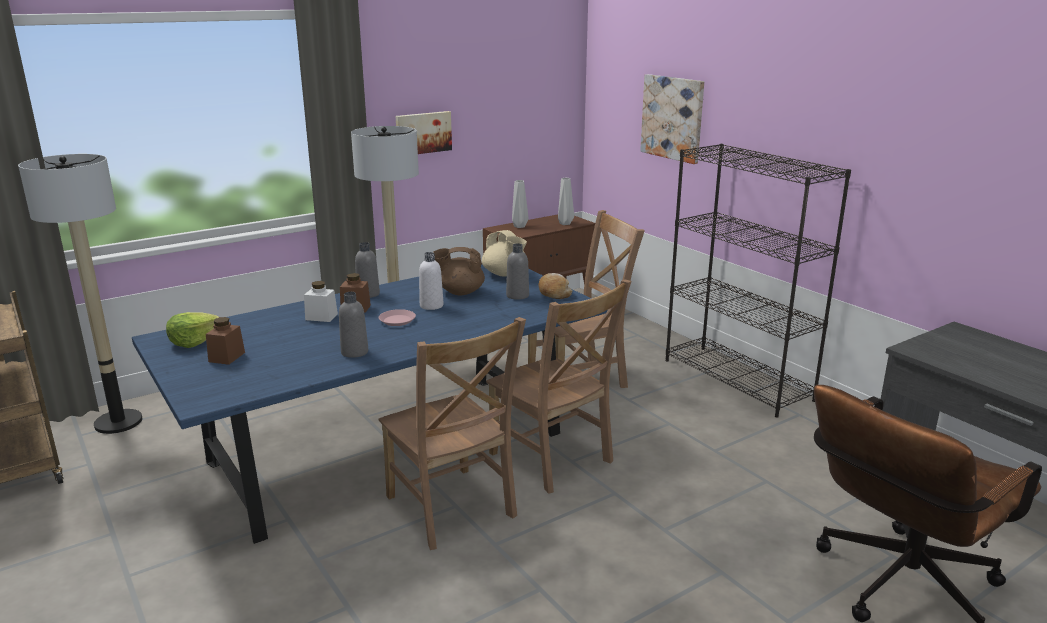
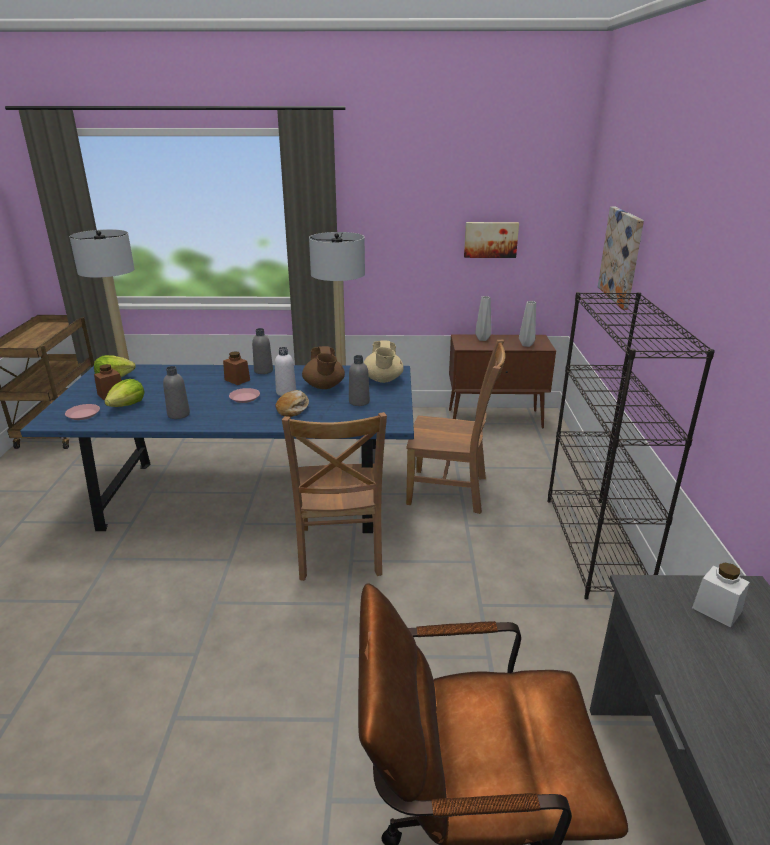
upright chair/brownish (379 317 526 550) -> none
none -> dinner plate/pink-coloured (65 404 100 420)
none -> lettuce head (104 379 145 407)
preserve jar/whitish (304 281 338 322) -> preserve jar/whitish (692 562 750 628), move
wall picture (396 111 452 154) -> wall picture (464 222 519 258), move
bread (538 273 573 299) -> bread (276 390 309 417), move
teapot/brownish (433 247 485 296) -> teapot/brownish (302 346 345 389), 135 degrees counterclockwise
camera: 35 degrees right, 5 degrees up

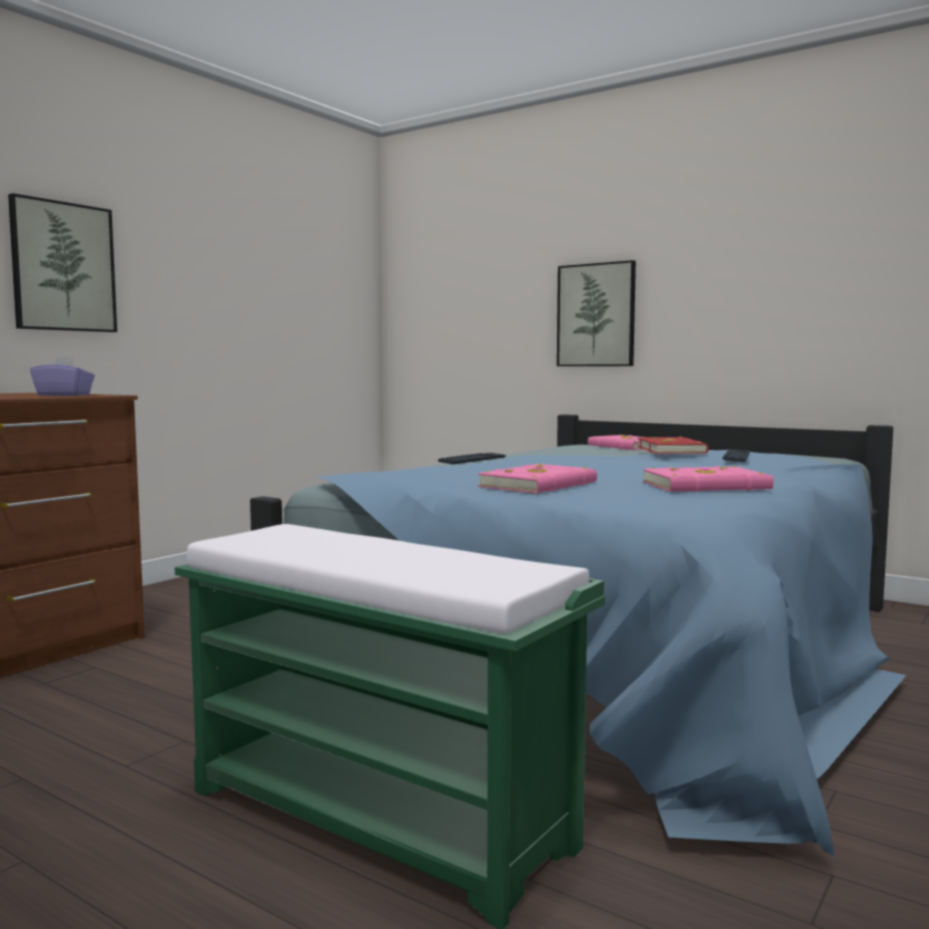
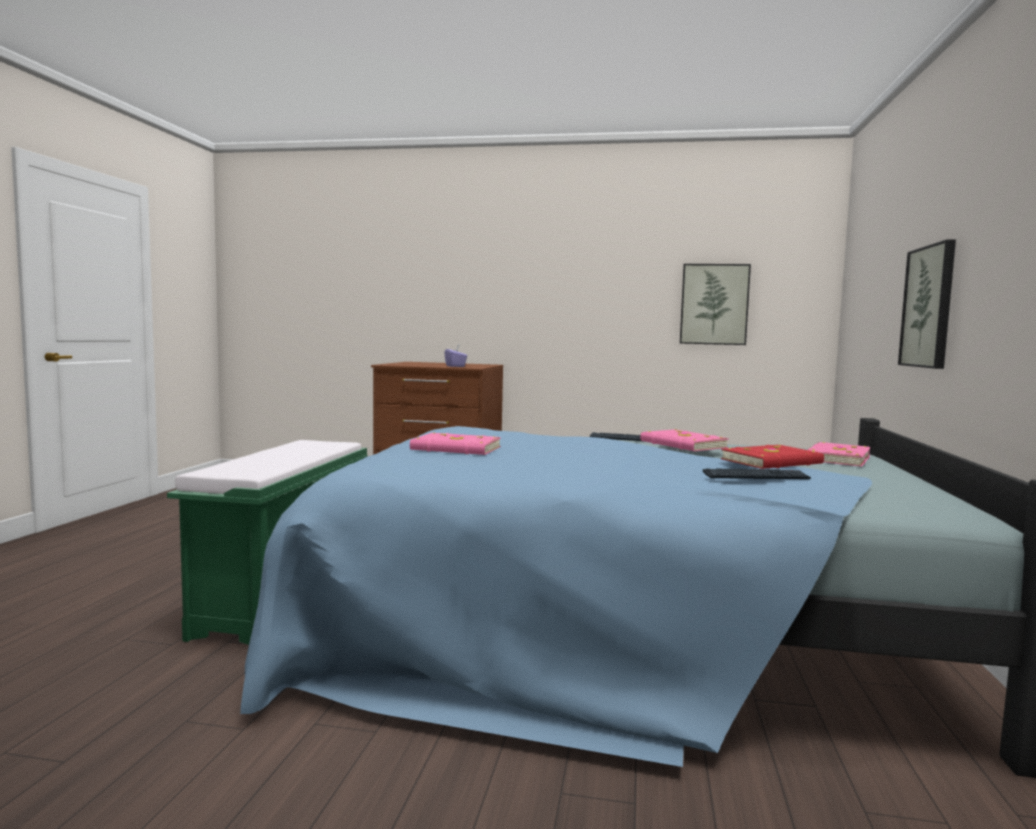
wall picture (8 193 117 332) -> wall picture (680 264 751 345), move
bound book/pink-coloured (642 466 774 492) -> bound book/pink-coloured (640 429 729 451), move
camera: 65 degrees right, 0 degrees up

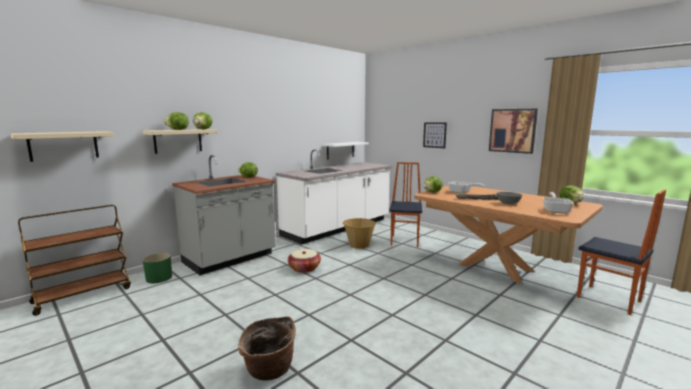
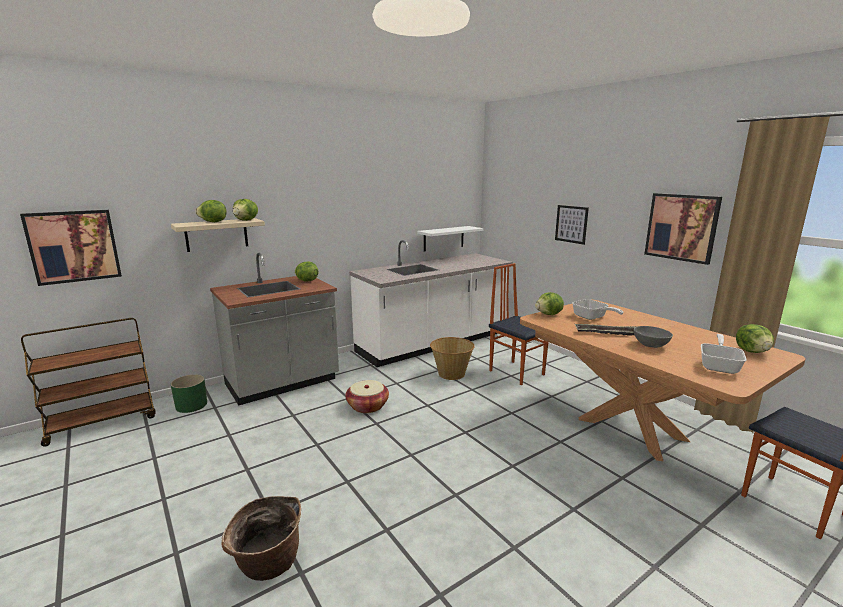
bracket shelf/beige-coloured (11 131 114 162) -> wall picture (20 210 122 286)
upright chair (389 162 422 247) -> upright chair (489 263 549 385), 60 degrees counterclockwise
camera: 10 degrees right, 5 degrees up

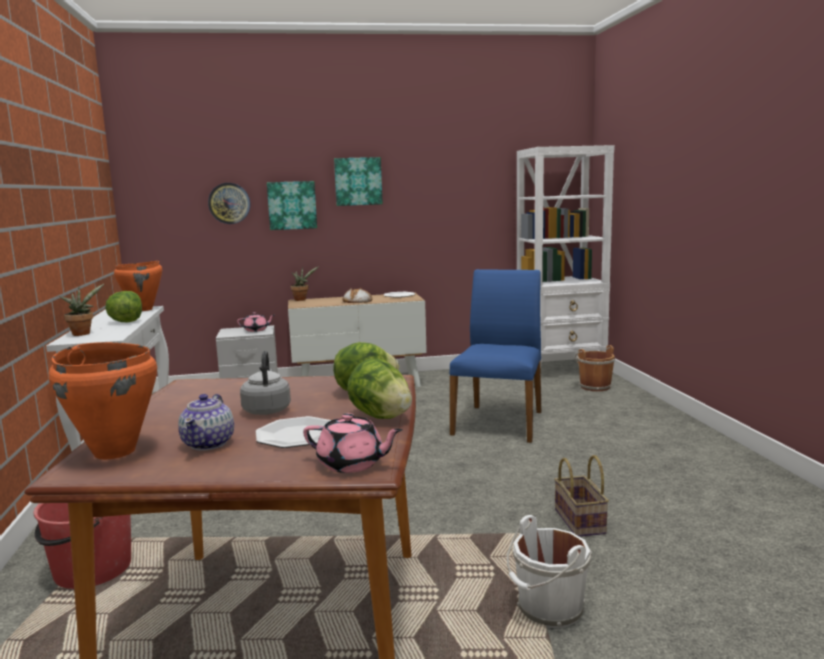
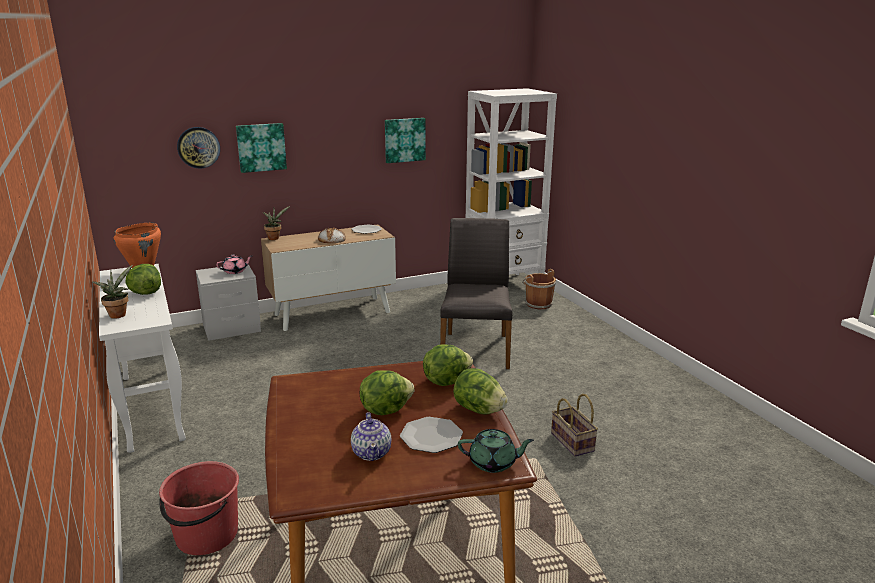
stockpot/orangey (49 342 157 459) -> none
pail/whitish (507 515 592 628) -> none
wall picture (334 157 383 206) -> wall picture (385 118 426 163), move
tea kettle/gray (240 351 291 415) -> lettuce head (360 370 414 415)
teapot/pink-coloured (303 413 403 473) -> teapot/green-coloured (458 429 534 473)
upright chair/blue (449 269 541 443) -> upright chair/gray (440 218 512 369)
camera: 15 degrees left, 10 degrees up

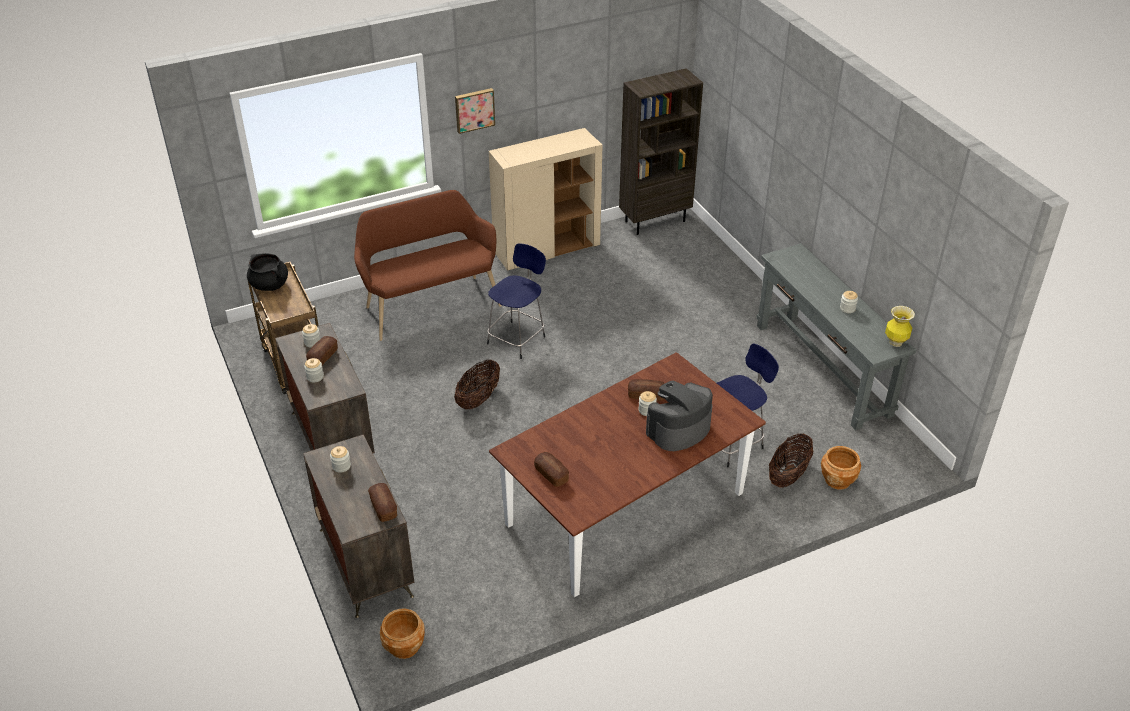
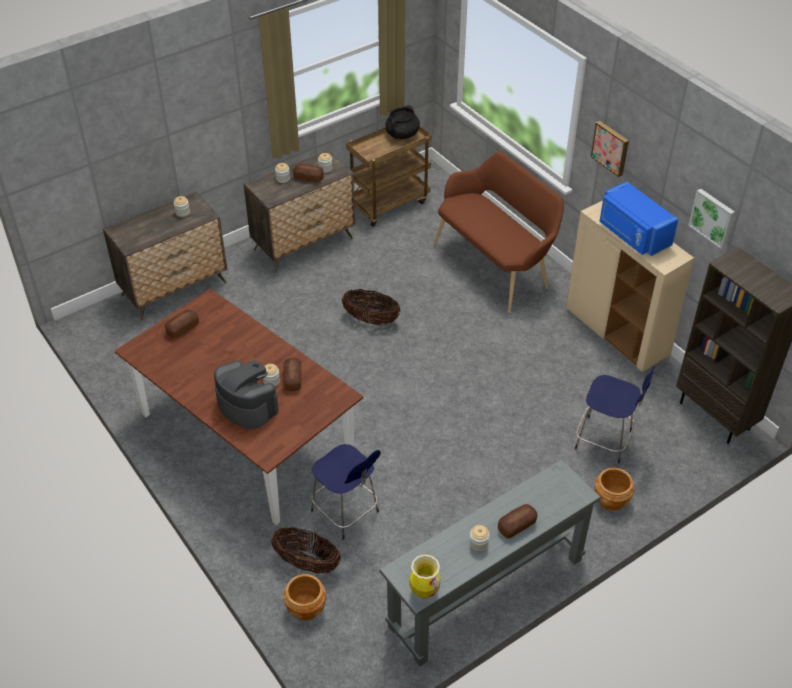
none -> microwave oven/blue (599 181 678 256)
none -> wall picture (688 189 735 249)
bread (368 483 397 522) -> bread (498 504 538 539), move
flower pot/brownish (380 609 425 659) -> flower pot/brownish (595 468 634 511), move
stool seat/blue (487 243 546 359) -> stool seat/blue (575 367 655 463), move
camera: 80 degrees right, 5 degrees up

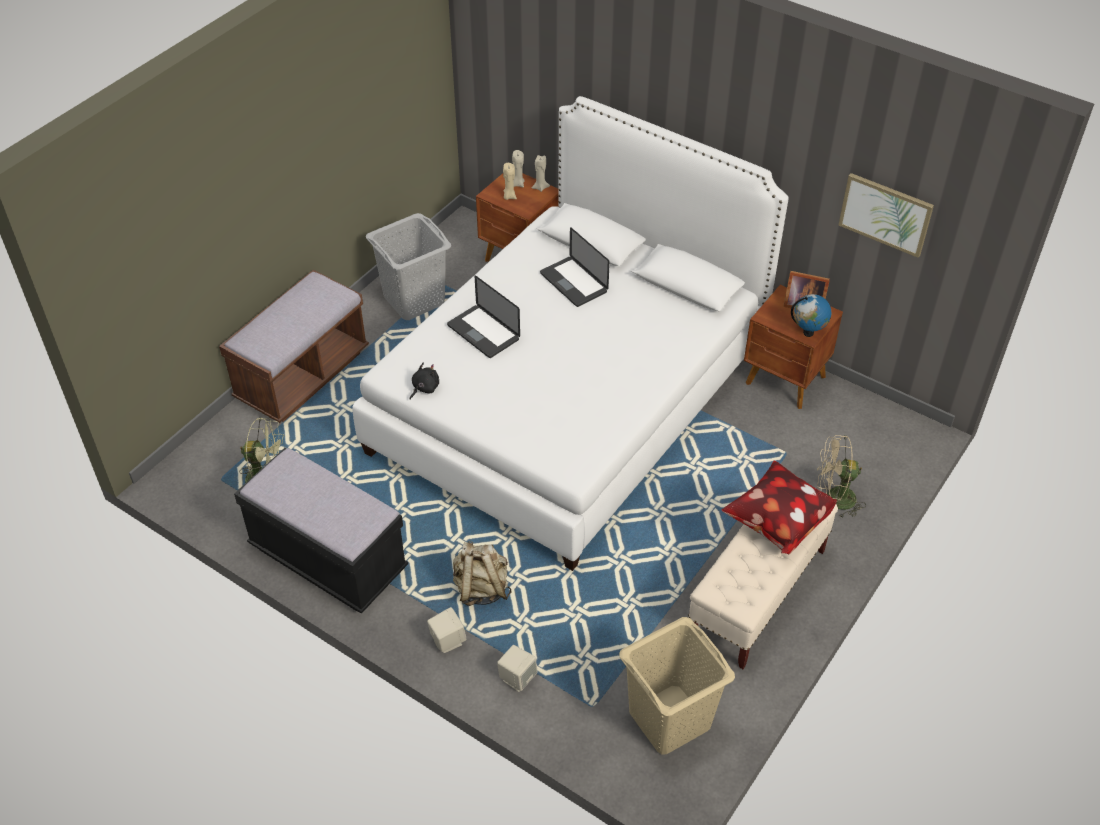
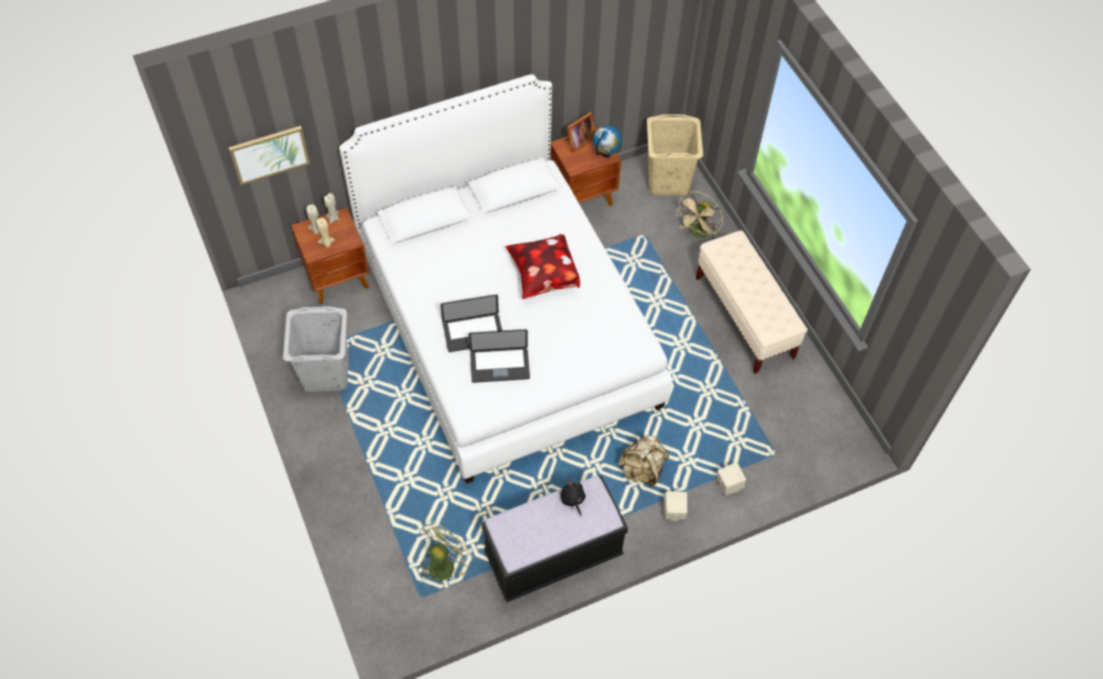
bench/brownish (219 270 369 423) -> none
soft toy/blackish (410 363 439 400) -> soft toy/blackish (561 480 586 516), move
notebook computer (540 227 610 307) -> notebook computer (468 329 530 383), move
washing basket/beige-coloured (619 617 735 754) -> washing basket/beige-coloured (647 114 703 195), move
cushion (721 460 837 554) -> cushion (506 234 580 299), move
wall picture (839 173 934 258) -> wall picture (228 126 310 185), move
camera: 60 degrees left, 10 degrees up

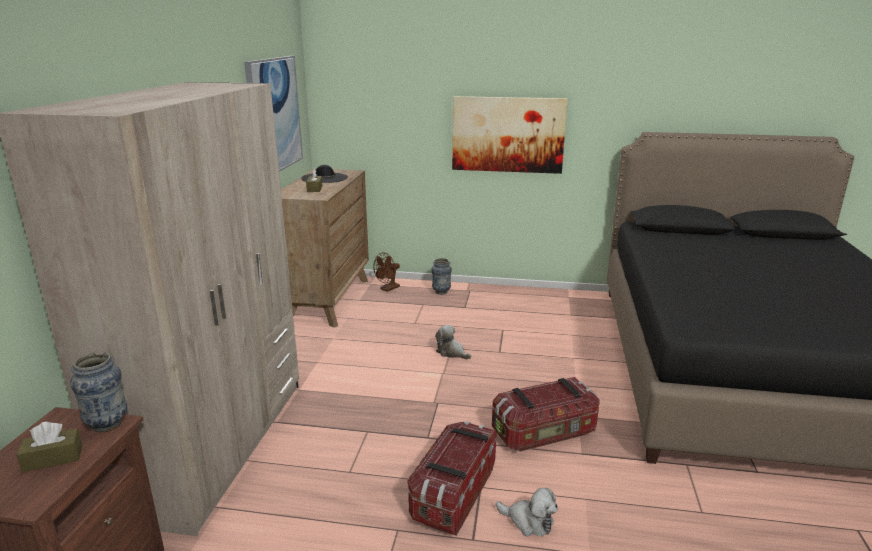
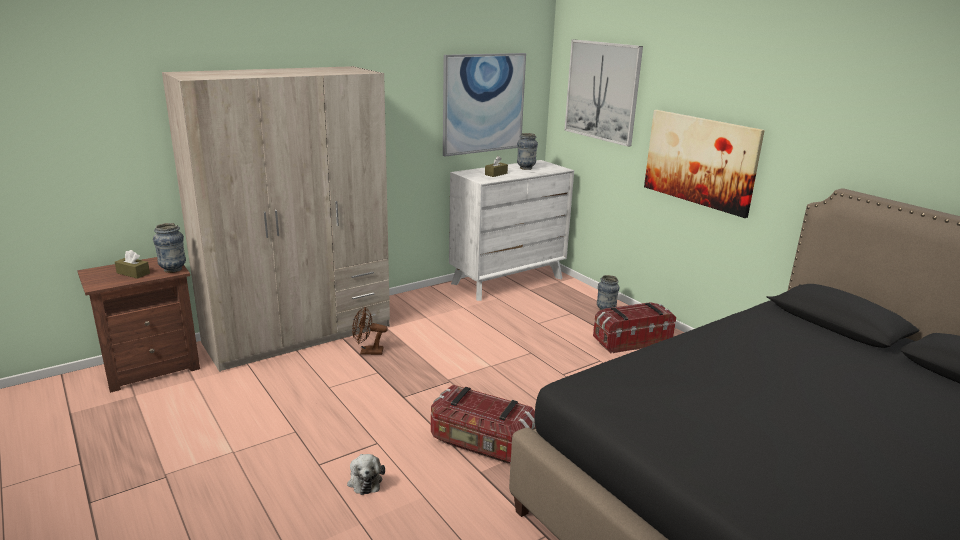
soft toy (435 325 471 359) -> none
none -> wall picture (564 40 643 147)
cooling fan/brownish (373 252 400 292) -> cooling fan/brownish (352 307 388 355), move
storage container (407 421 497 536) -> storage container (593 302 676 354), move
clothing hat/blackish (301 165 348 183) -> flower vase (517 133 538 170)
drawer chest/brownish (281 169 369 328) -> drawer chest/whitish (449 160 574 301)
camera: 45 degrees right, 0 degrees up

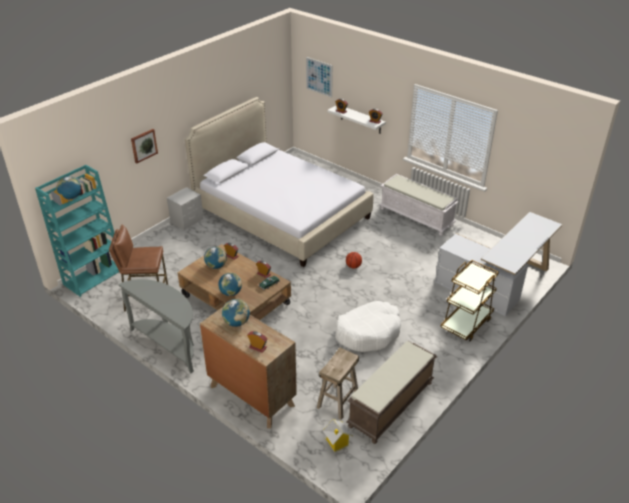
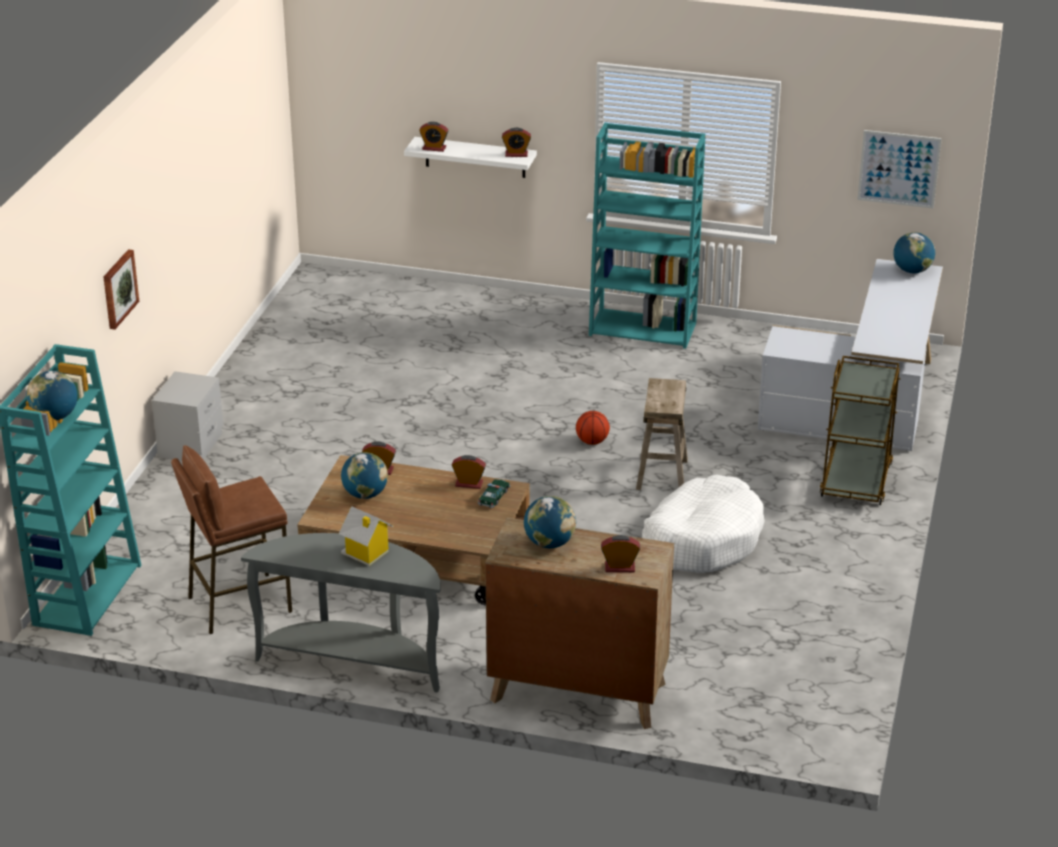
sleeping bed (185 97 374 267) -> none
bench/brownish (346 341 437 444) -> none
desk globe (218 273 242 296) -> desk globe (893 232 935 273), move
wall picture (306 57 333 98) -> wall picture (857 130 942 209), move
stool seat/beige-coloured (317 347 359 420) -> stool seat/beige-coloured (636 378 688 490), move
toy house (323 419 353 452) -> toy house (339 506 394 566), move
bench/whitish (379 174 459 236) -> shelving unit/turquoise (589 123 706 349)
camera: 25 degrees left, 5 degrees down

